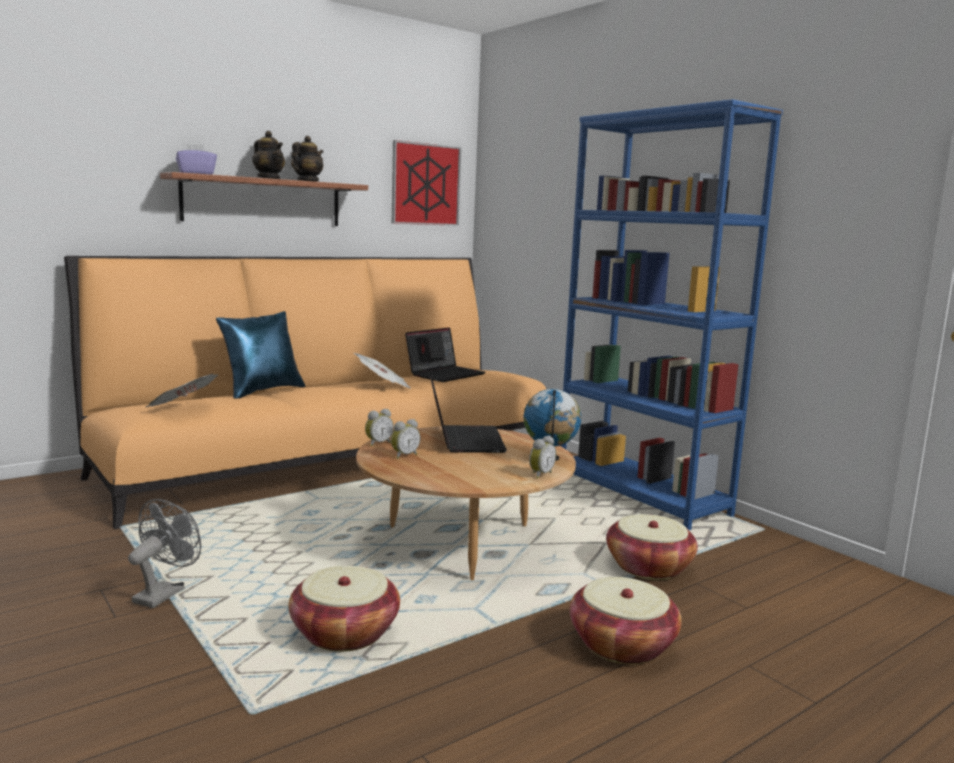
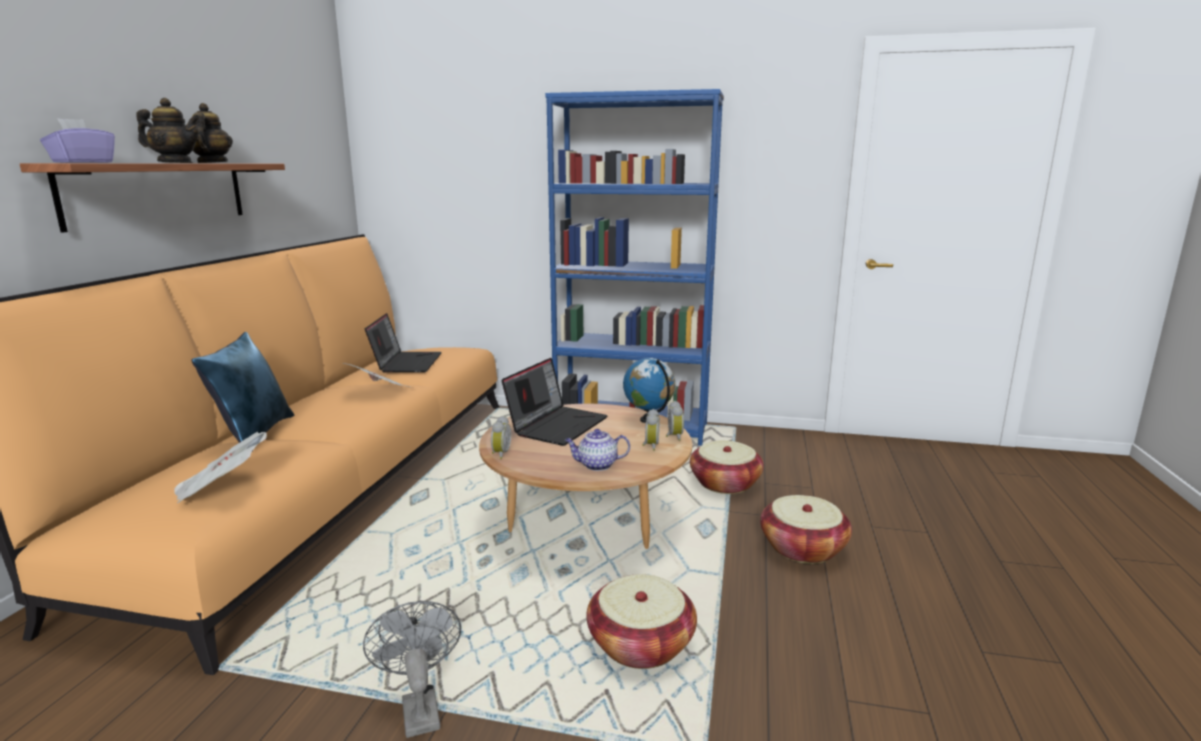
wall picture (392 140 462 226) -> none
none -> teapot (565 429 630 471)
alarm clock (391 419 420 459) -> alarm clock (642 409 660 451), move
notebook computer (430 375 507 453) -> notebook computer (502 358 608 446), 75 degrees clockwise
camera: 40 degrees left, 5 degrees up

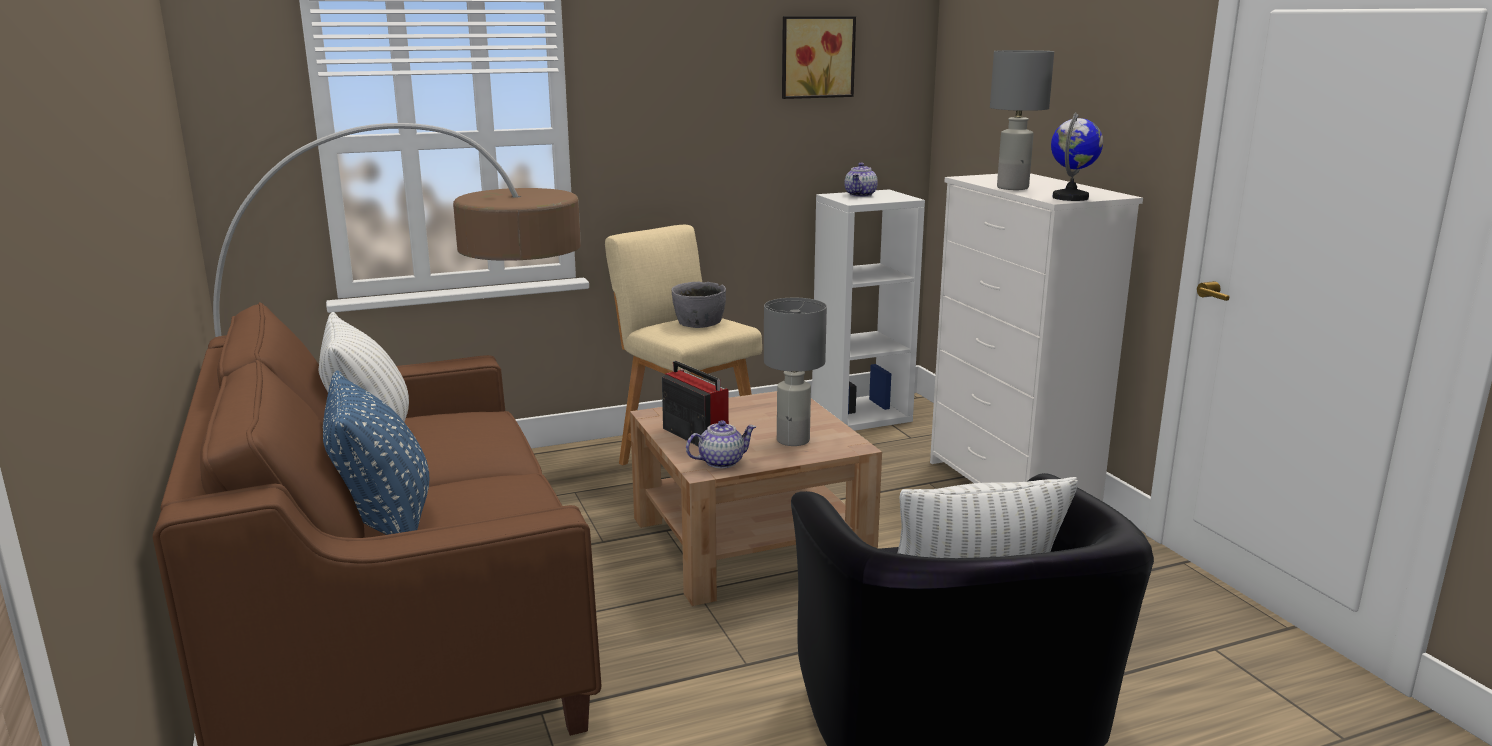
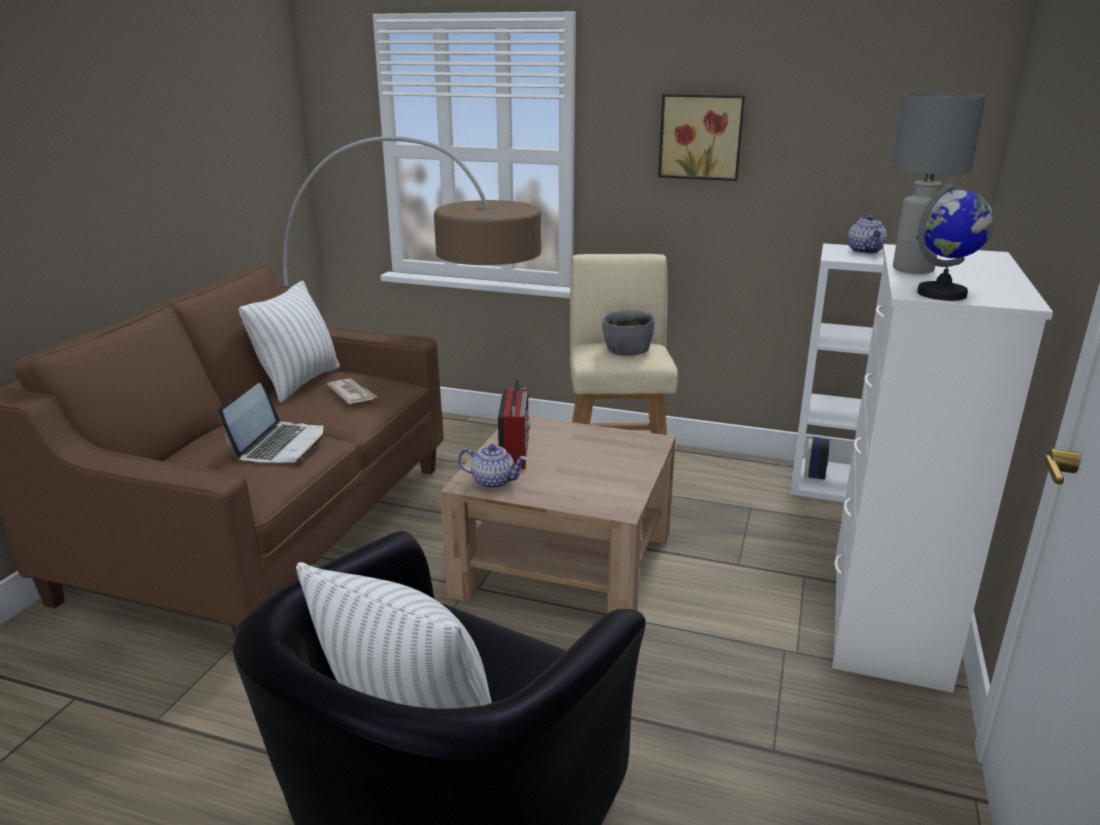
cushion/blue (323 371 429 535) -> none
tabletop lamp/gray (764 298 827 446) -> none
none -> notebook computer (218 383 323 463)
none -> printed paper (327 378 378 404)
wall picture (782 16 856 99) -> wall picture (658 94 745 181), move
teapot (844 163 878 197) -> teapot (848 215 887 254), 60 degrees counterclockwise
camera: 40 degrees right, 5 degrees up

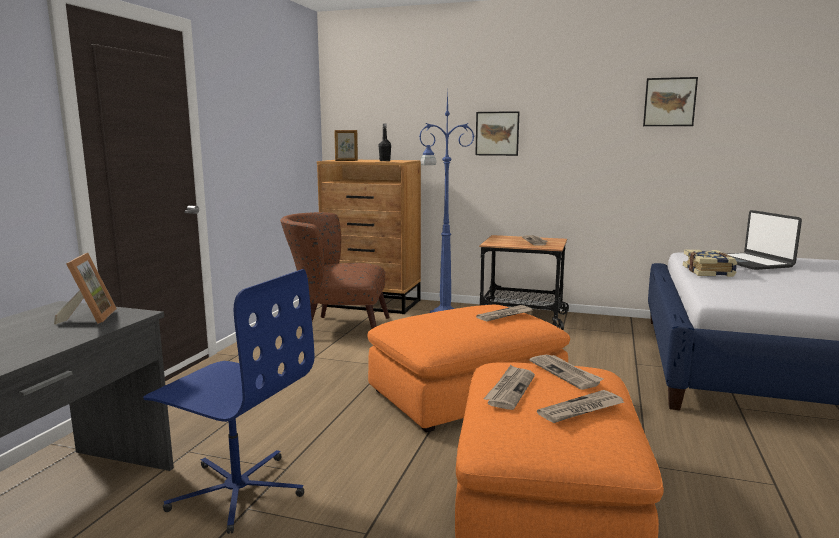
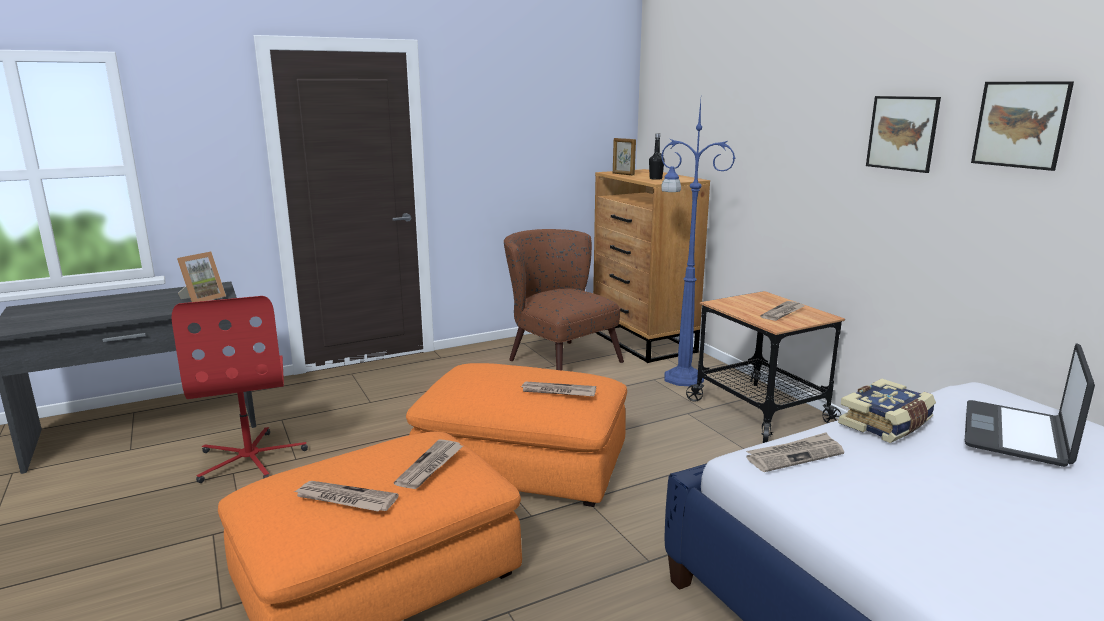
wall picture (475 111 519 156) -> wall picture (866 96 941 173), move
printed paper (483 365 535 410) -> printed paper (746 432 844 472), move
office chair/blue (143 269 314 534) -> office chair/red (172 296 308 483)
camera: 45 degrees right, 5 degrees up

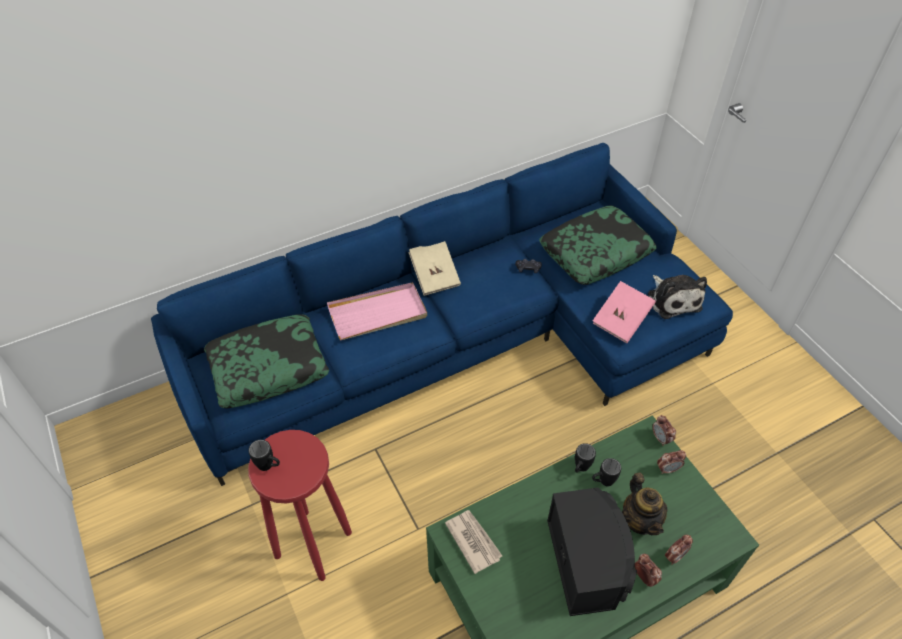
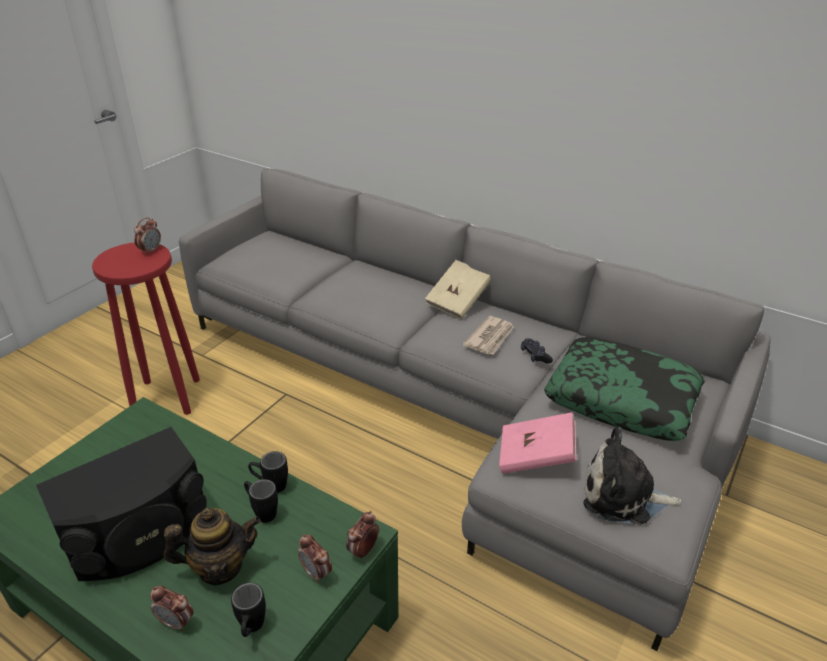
cushion (204 314 329 408) -> none
serving tray/pink-coloured (327 282 427 341) -> none
tea mug/blackish (248 440 280 471) -> tea mug/blackish (231 583 266 637), move
printed paper (445 510 502 574) -> printed paper (463 316 514 354), move
alarm clock (635 554 662 587) -> alarm clock (134 217 161 255), move
settee/blue (151 143 733 486) -> settee/gray (179 169 771 651)
teapot (622 473 668 535) -> teapot (164 508 261 585), 150 degrees counterclockwise
soft toy (648 275 707 319) -> soft toy (584 427 682 525), 60 degrees clockwise
camera: 60 degrees right, 15 degrees down

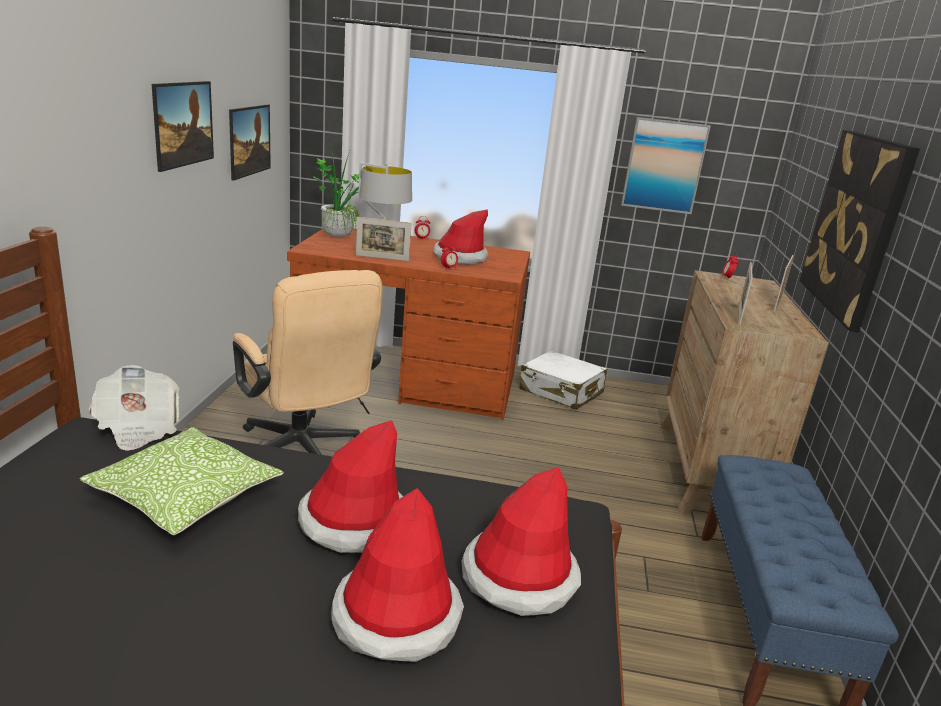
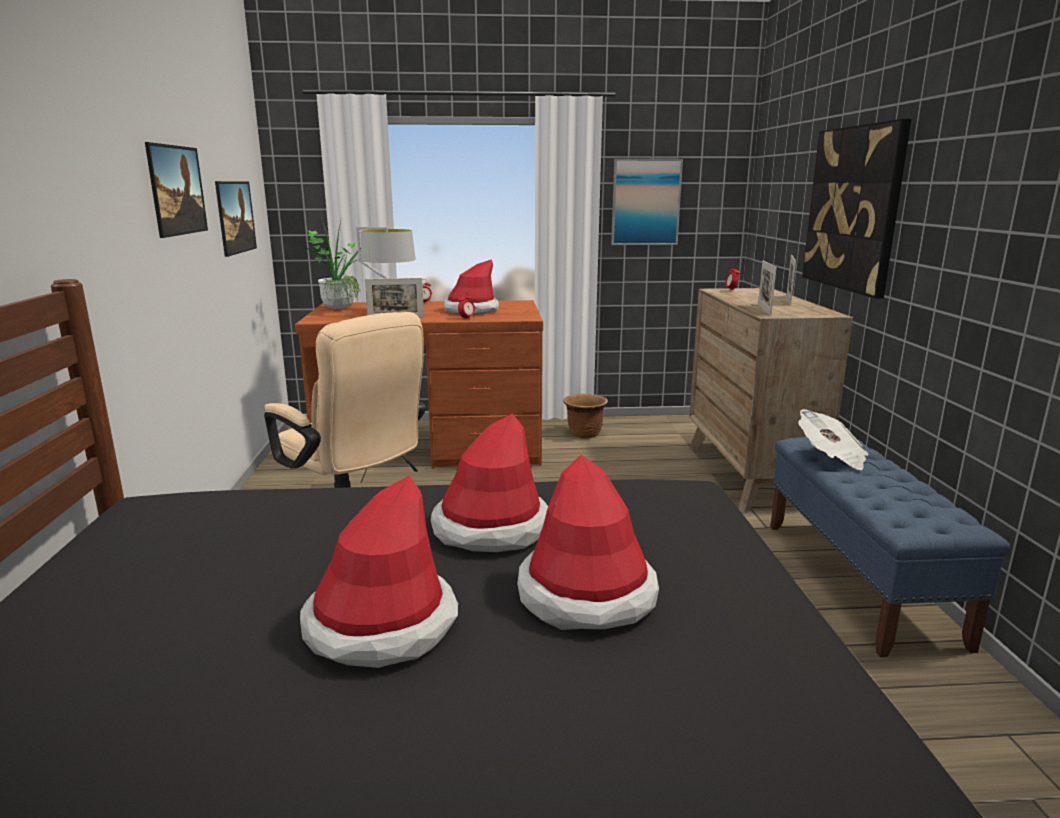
cushion (79 427 284 535) -> none
printed paper (89 365 179 451) -> printed paper (798 409 868 470), move
clothing hat (461 467 581 616) -> clothing hat (300 475 458 668), move
travel case/whitish (519 351 607 410) -> flower pot/brownish (563 394 608 438)
camera: 10 degrees left, 5 degrees down

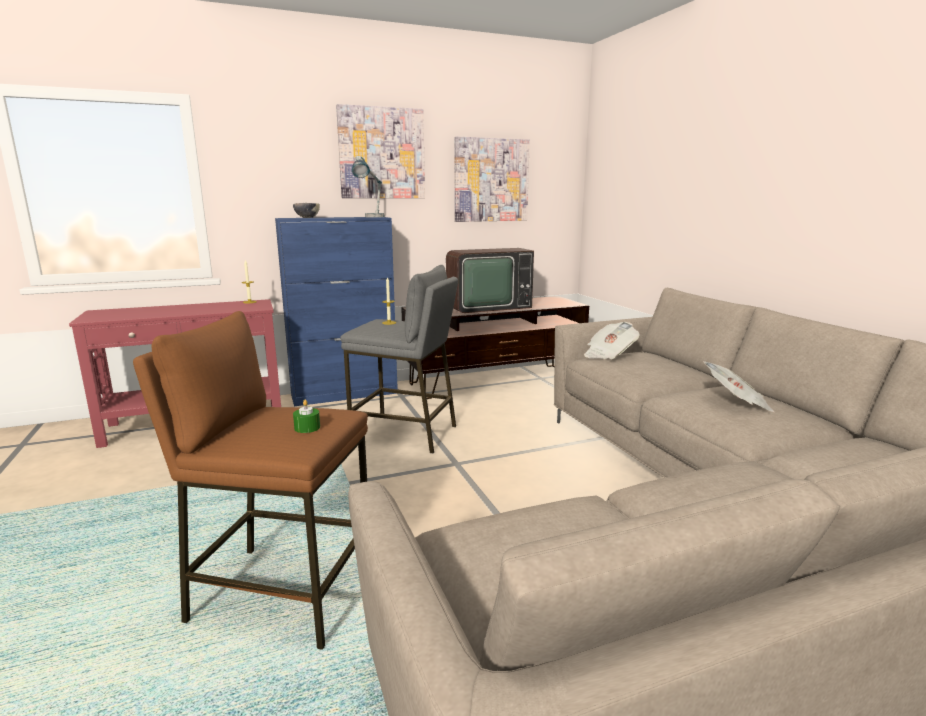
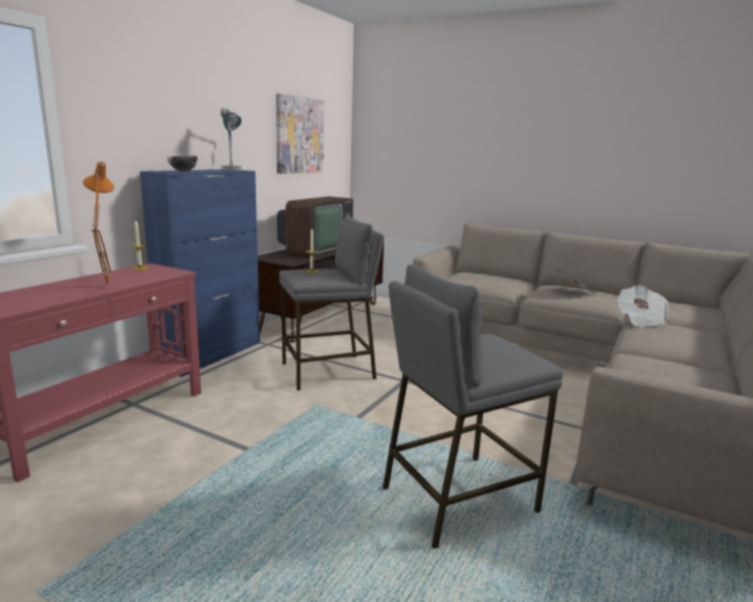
wax light/green-coloured (293 400 320 433) -> none
wall picture (336 104 425 198) -> none
none -> tabletop lamp/orangey (83 162 114 286)
printed paper (584 322 639 359) -> printed paper (616 285 669 327), move
stool seat/brownish (133 311 368 650) -> stool seat/gray (383 265 563 549)
camera: 40 degrees left, 0 degrees up

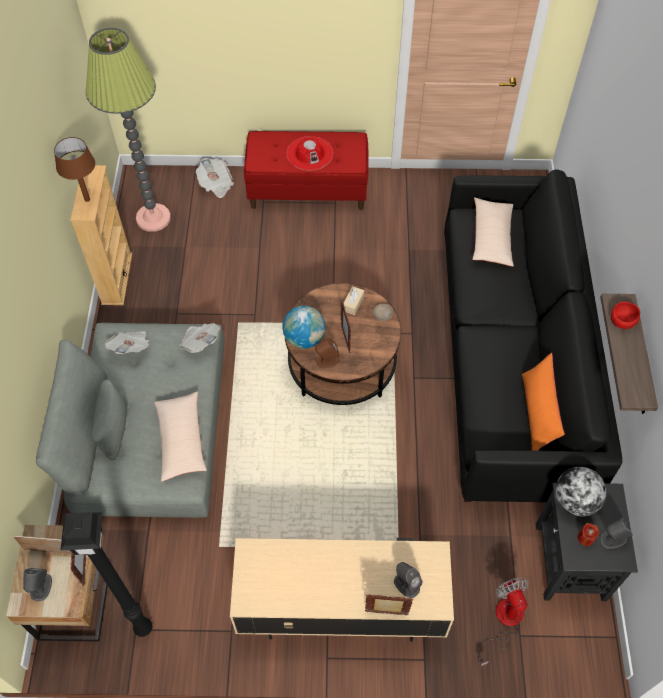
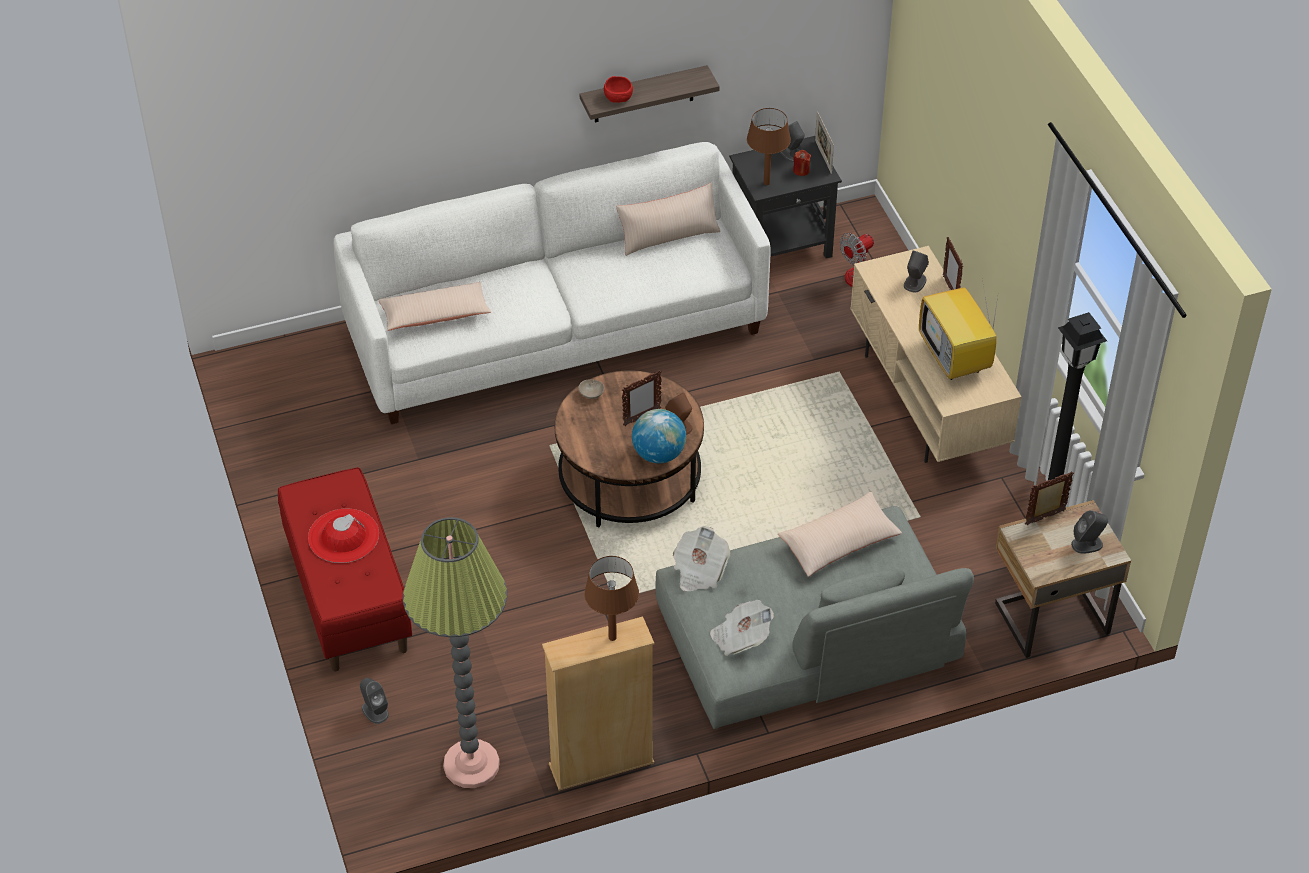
tissue holder/beige-coloured (343 286 364 315) -> none
none -> TV (919 280 998 380)
picture frame (13 535 72 554) -> picture frame (815 112 834 174), move
printed paper (196 158 234 198) -> speaker/gray (360 678 389 724)
desk globe (555 467 607 517) -> tabletop lamp/brownish (747 108 791 185)
settee/blackish (444 170 622 502) -> settee/whitish (333 142 771 424)
cushion/orangey (522 353 565 451) -> cushion/beige-coloured (616 183 720 256)
camera: 110 degrees left, 10 degrees down

